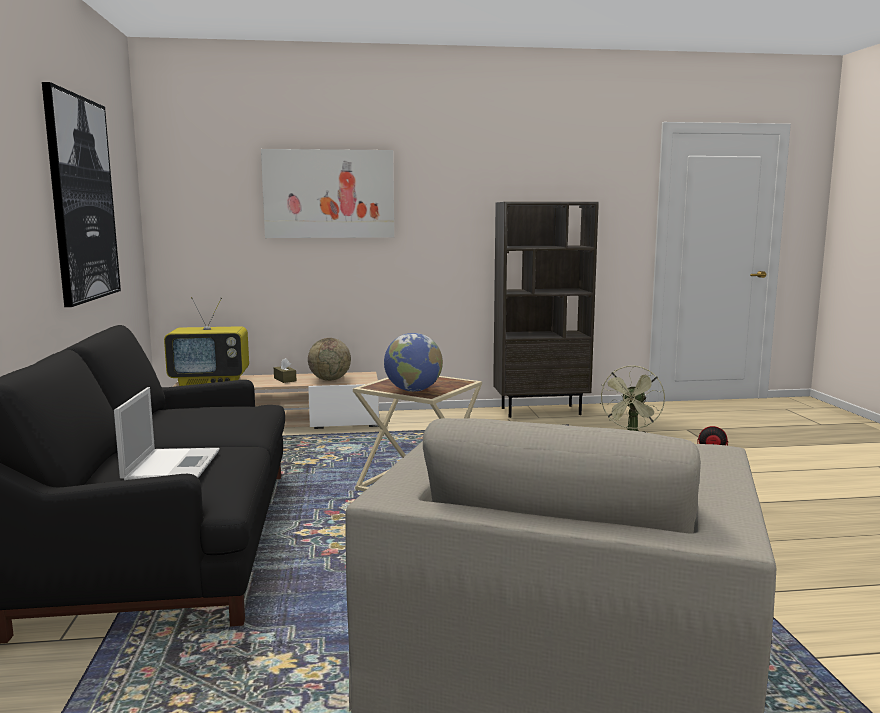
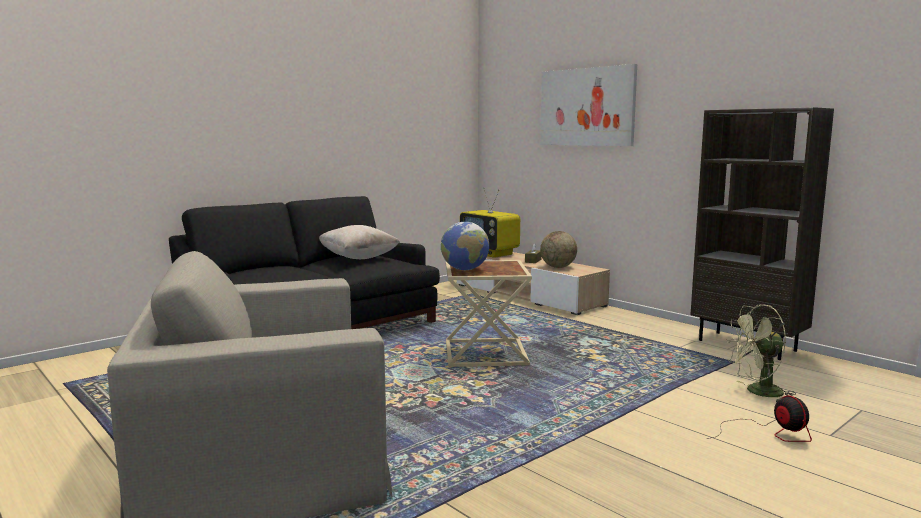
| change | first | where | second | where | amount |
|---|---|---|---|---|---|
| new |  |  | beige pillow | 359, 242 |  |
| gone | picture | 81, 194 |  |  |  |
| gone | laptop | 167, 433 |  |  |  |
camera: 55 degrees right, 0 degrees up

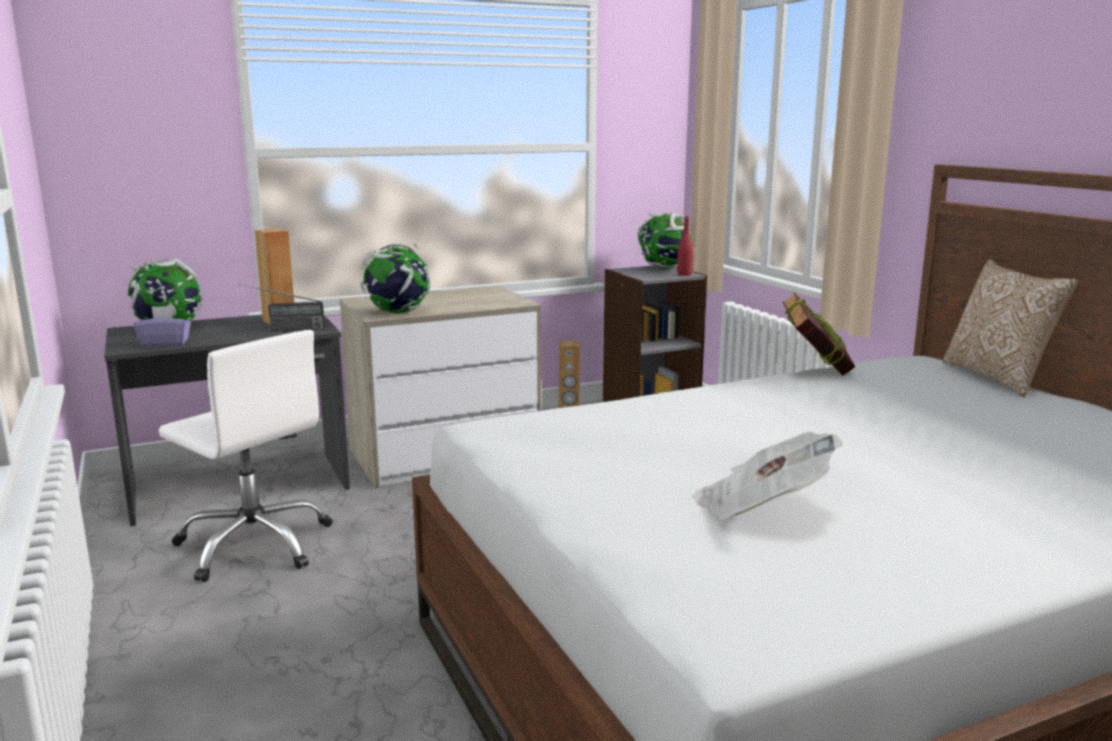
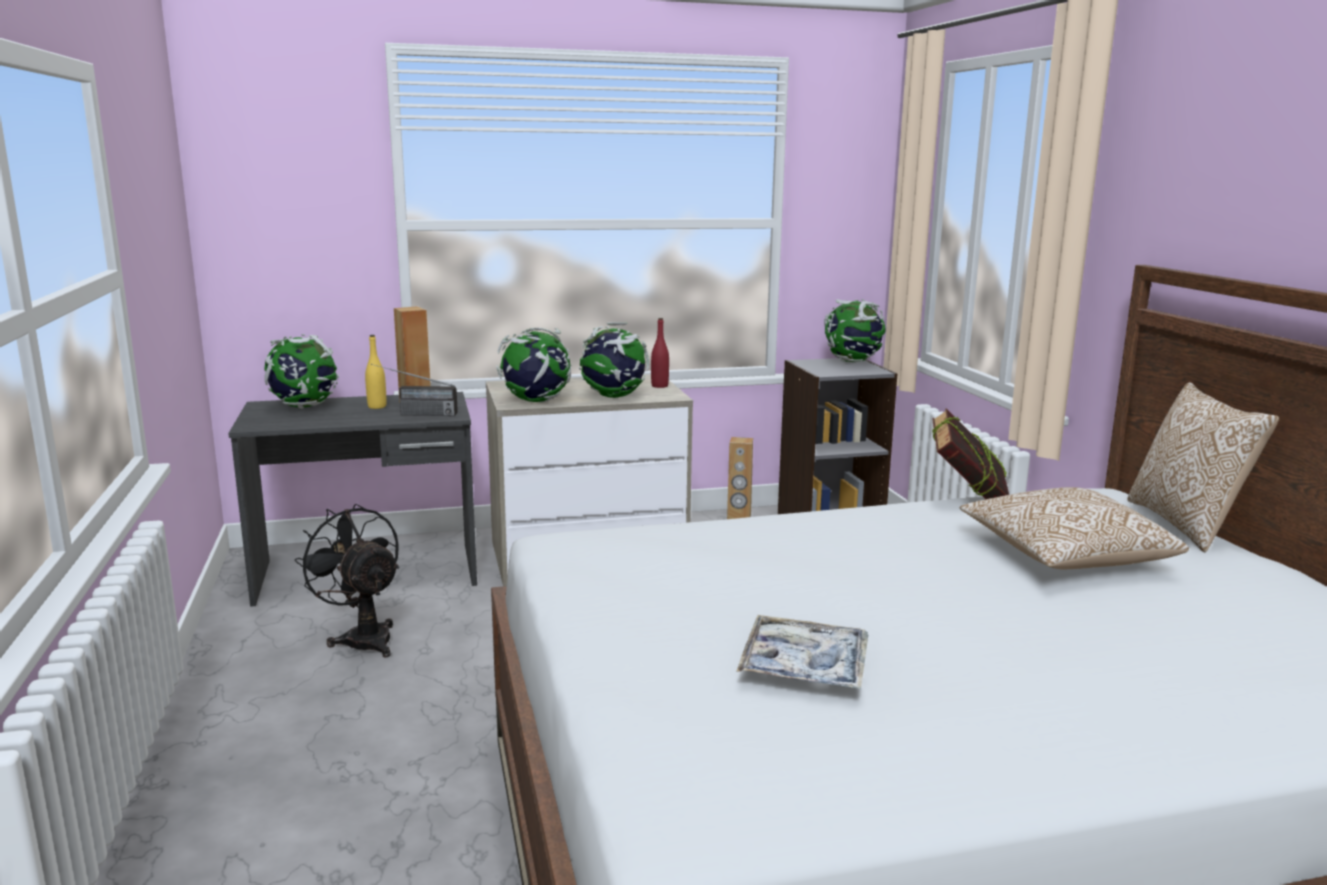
| change | first | where | second | where | amount |
|---|---|---|---|---|---|
| swapped | white office chair | 246, 456 | black fan | 346, 580 |  |
| new |  |  | yellow bottle | 376, 372 |  |
| new |  |  | globe | 613, 360 |  |
| shifted | red bottle | 685, 246 |  | 660, 353 |  |
| swapped | newspaper | 767, 476 | tray | 802, 652 |  |
| new |  |  | pillow | 1074, 528 |  |
| gone | purple tissue box | 162, 326 |  |  |  |
camera: 10 degrees right, 0 degrees up

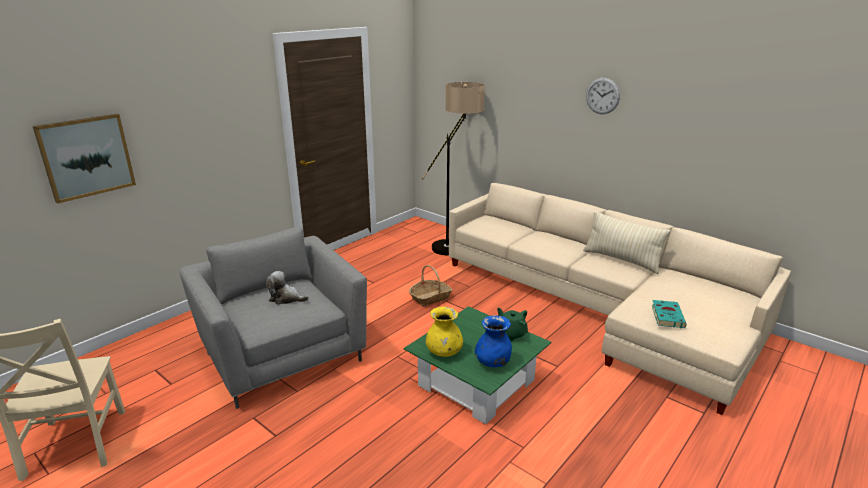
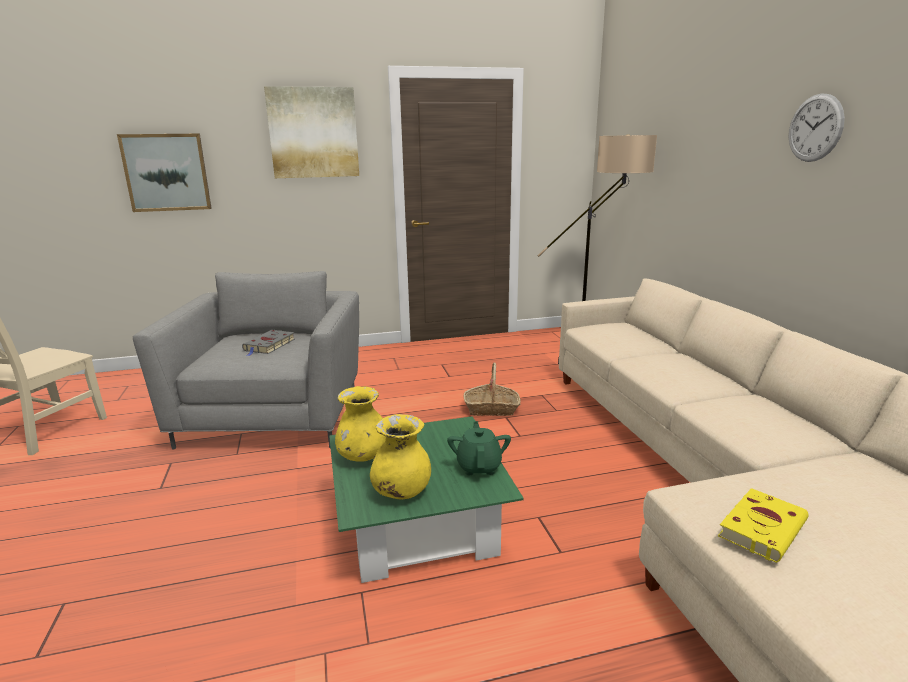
| change | first | where | second | where | amount |
|---|---|---|---|---|---|
| swapped | plush toy | 287, 288 | grey book | 268, 343 |  |
| new |  |  | picture | 311, 132 |  |
| repainted | blue vase | 493, 341 | yellow vase | 400, 456 |  |
| repainted | turquoise book | 669, 314 | yellow book | 763, 525 |  |
| gone | beige pillow | 627, 242 |  |  |  |
camera: 35 degrees right, 5 degrees down

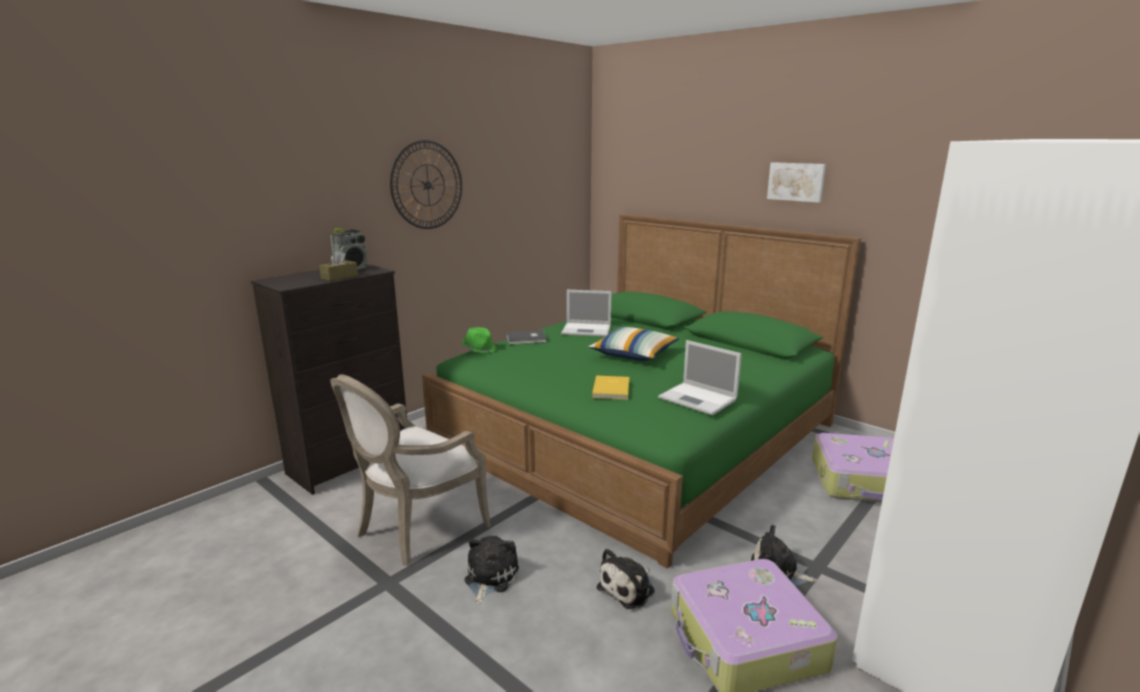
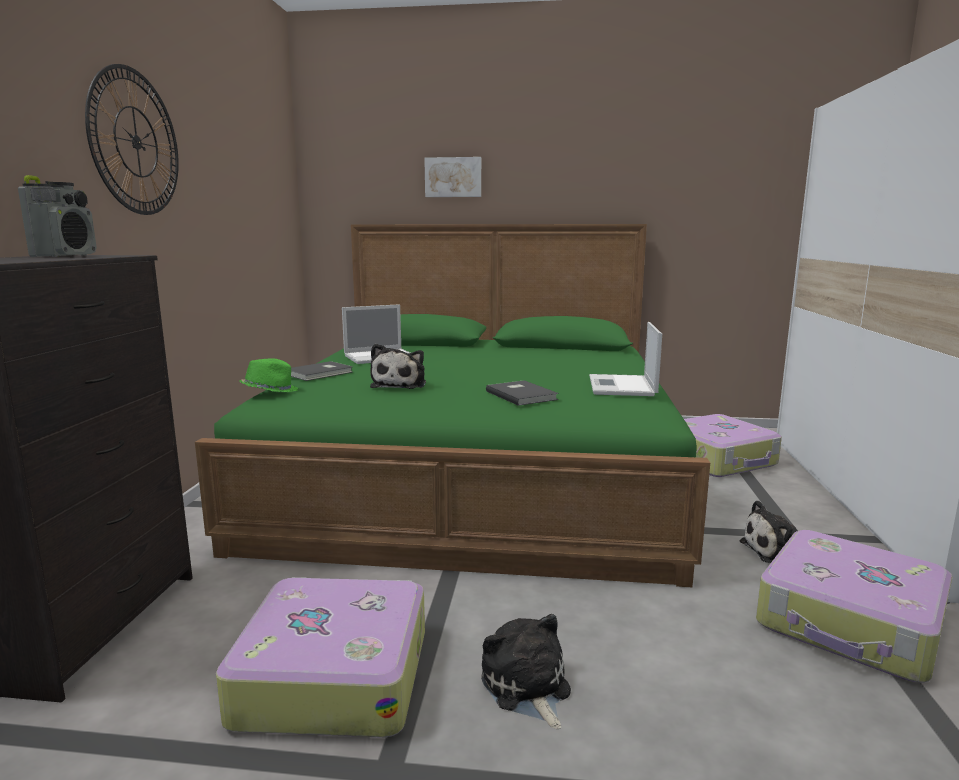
| change | first | where | second | where | amount |
|---|---|---|---|---|---|
| swapped | armchair | 410, 470 | suitcase | 320, 657 |  |
| shifted | plush toy | 626, 579 |  | 398, 366 |  |
| shifted | picture | 796, 182 |  | 452, 177 |  |
| repainted | yellow book | 610, 387 | grey book | 522, 393 |  |
| rotated | laptop | 700, 377 |  | 625, 359 | 90 degrees clockwise |
| gone | brown tissue box | 338, 265 |  |  |  |
| gone | pillow | 634, 344 |  |  |  |
camera: 35 degrees left, 5 degrees down

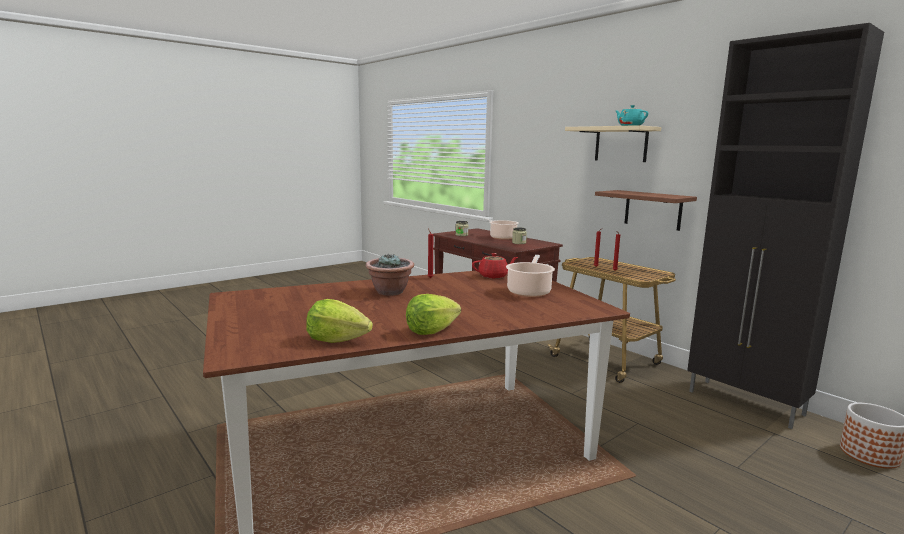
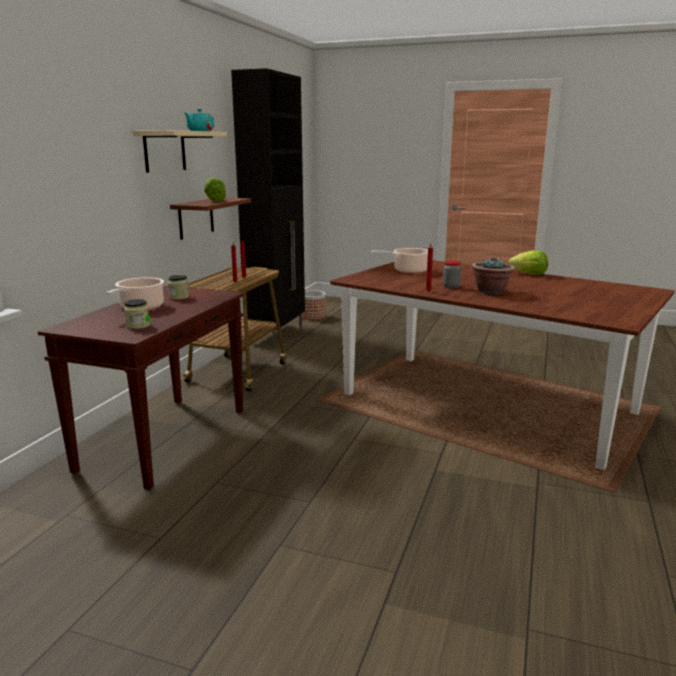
| change | first | where | second | where | amount |
|---|---|---|---|---|---|
| shifted | lettuce | 339, 321 |  | 215, 189 |  |
| new |  |  | jar | 452, 274 |  |
| gone | red teapot | 495, 266 |  |  |  |
camera: 120 degrees left, 5 degrees up

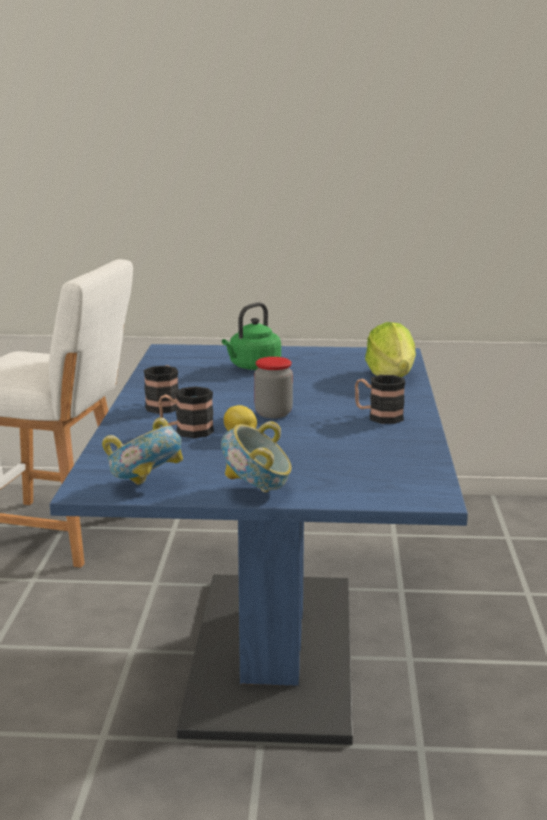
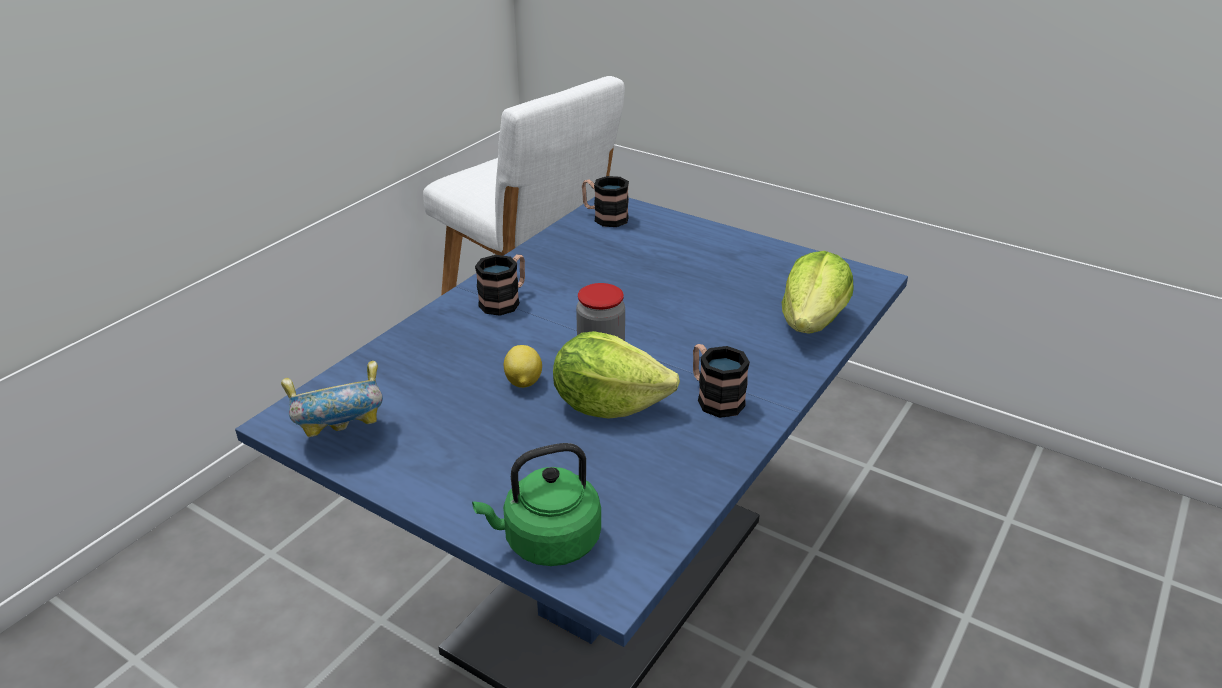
| change | first | where | second | where | amount |
|---|---|---|---|---|---|
| shifted | green kettle | 251, 336 |  | 536, 504 |  |
| new |  |  | lettuce | 616, 375 |  |
| shifted | mug | 186, 412 |  | 605, 201 |  |
| gone | bowl | 256, 457 |  |  |  |
camera: 30 degrees right, 15 degrees up

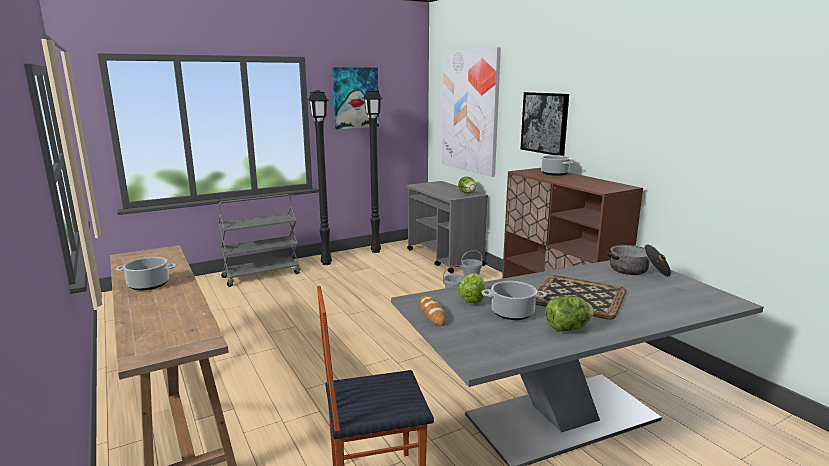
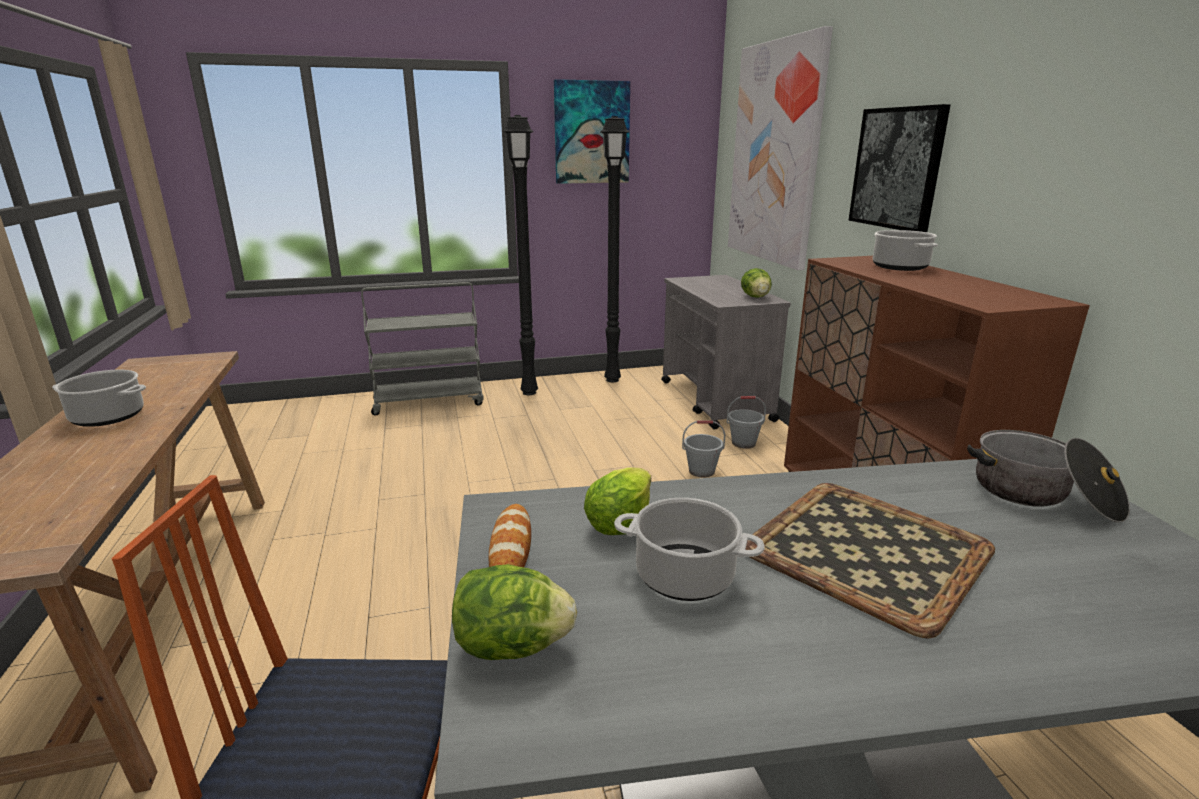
| change | first | where | second | where | amount |
|---|---|---|---|---|---|
| shifted | lettuce | 570, 313 |  | 514, 612 |  |
camera: 15 degrees right, 5 degrees up

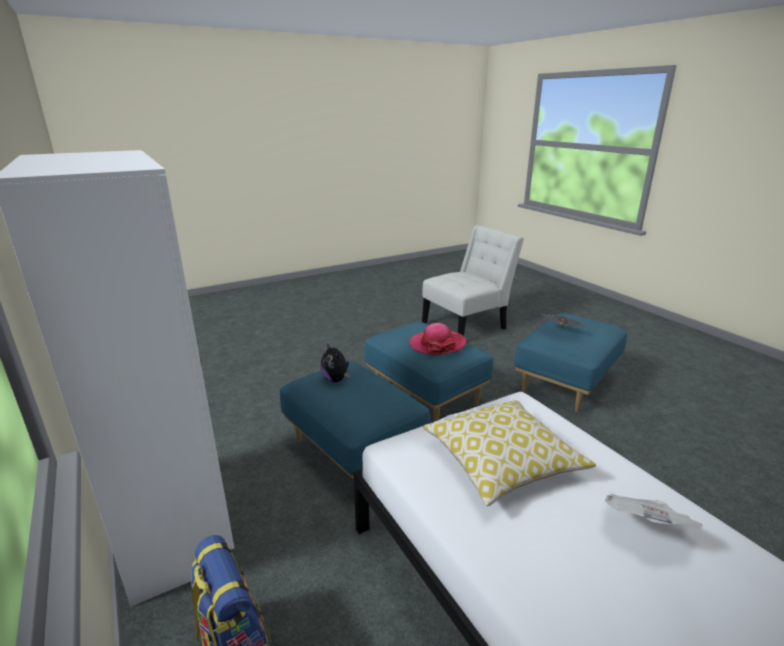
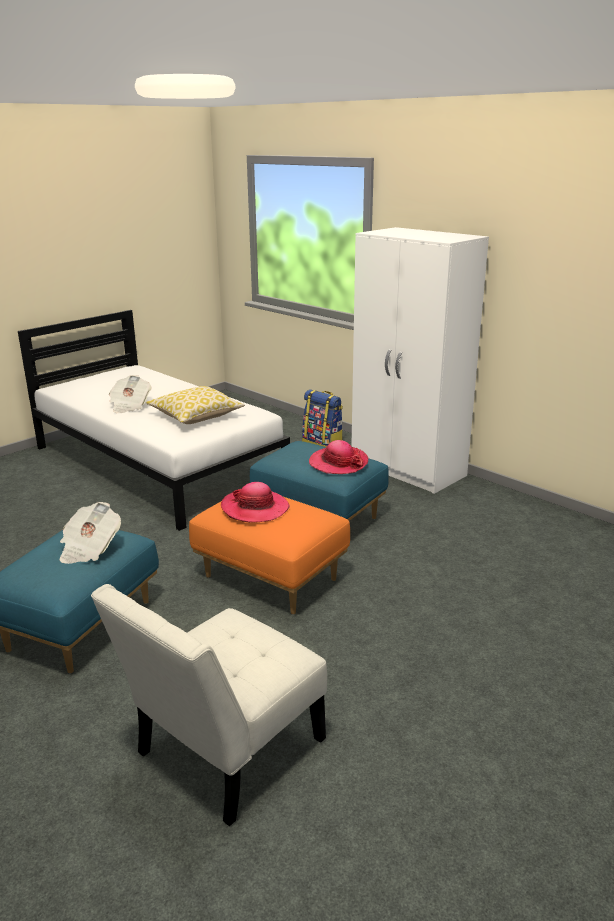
| change | first | where | second | where | amount |
|---|---|---|---|---|---|
| repainted | blue ottoman | 428, 372 | orange ottoman | 269, 556 |  |
| swapped | plush toy | 335, 362 | hat | 338, 457 |  |
camera: 165 degrees right, 0 degrees up

